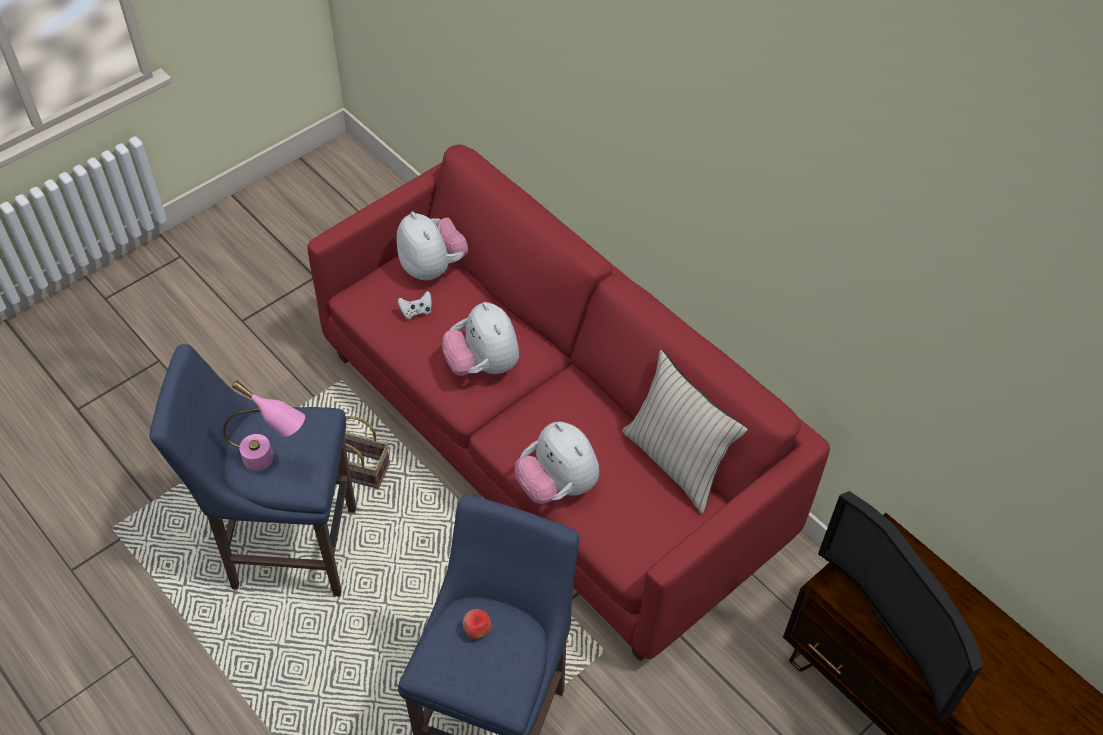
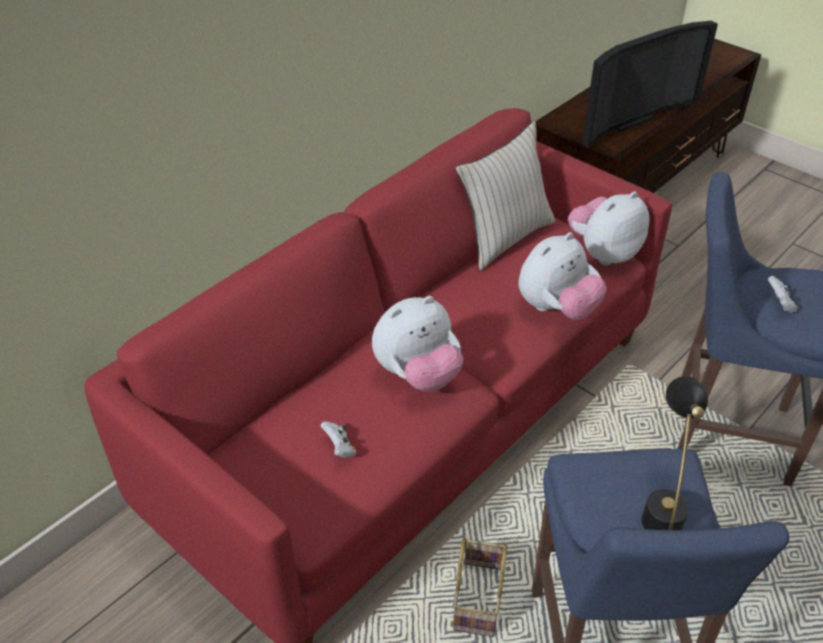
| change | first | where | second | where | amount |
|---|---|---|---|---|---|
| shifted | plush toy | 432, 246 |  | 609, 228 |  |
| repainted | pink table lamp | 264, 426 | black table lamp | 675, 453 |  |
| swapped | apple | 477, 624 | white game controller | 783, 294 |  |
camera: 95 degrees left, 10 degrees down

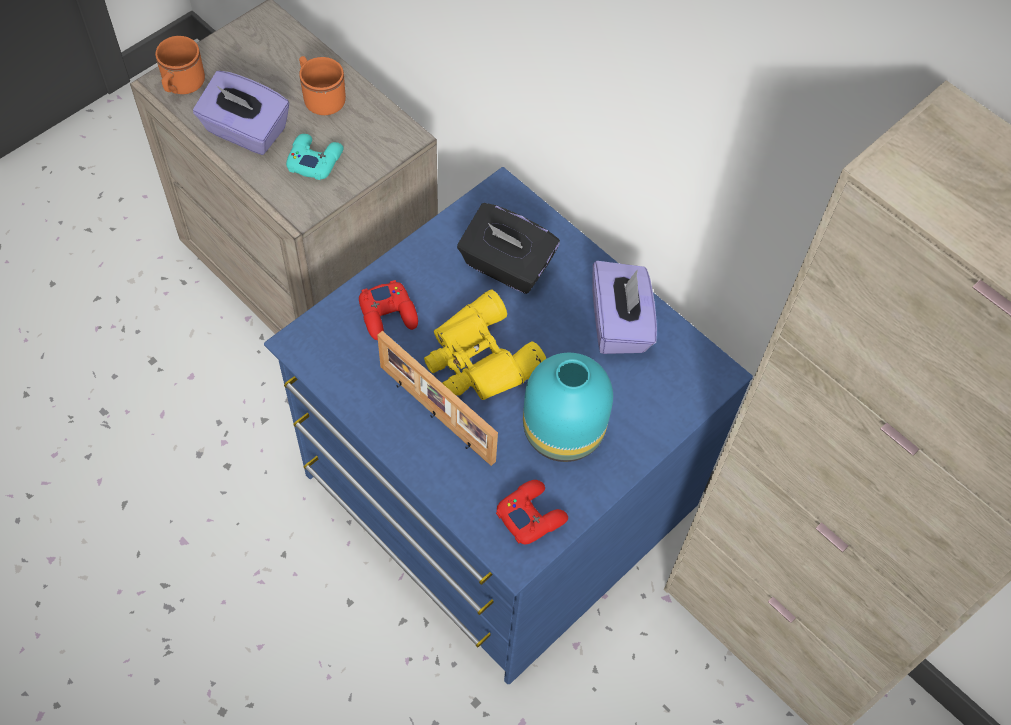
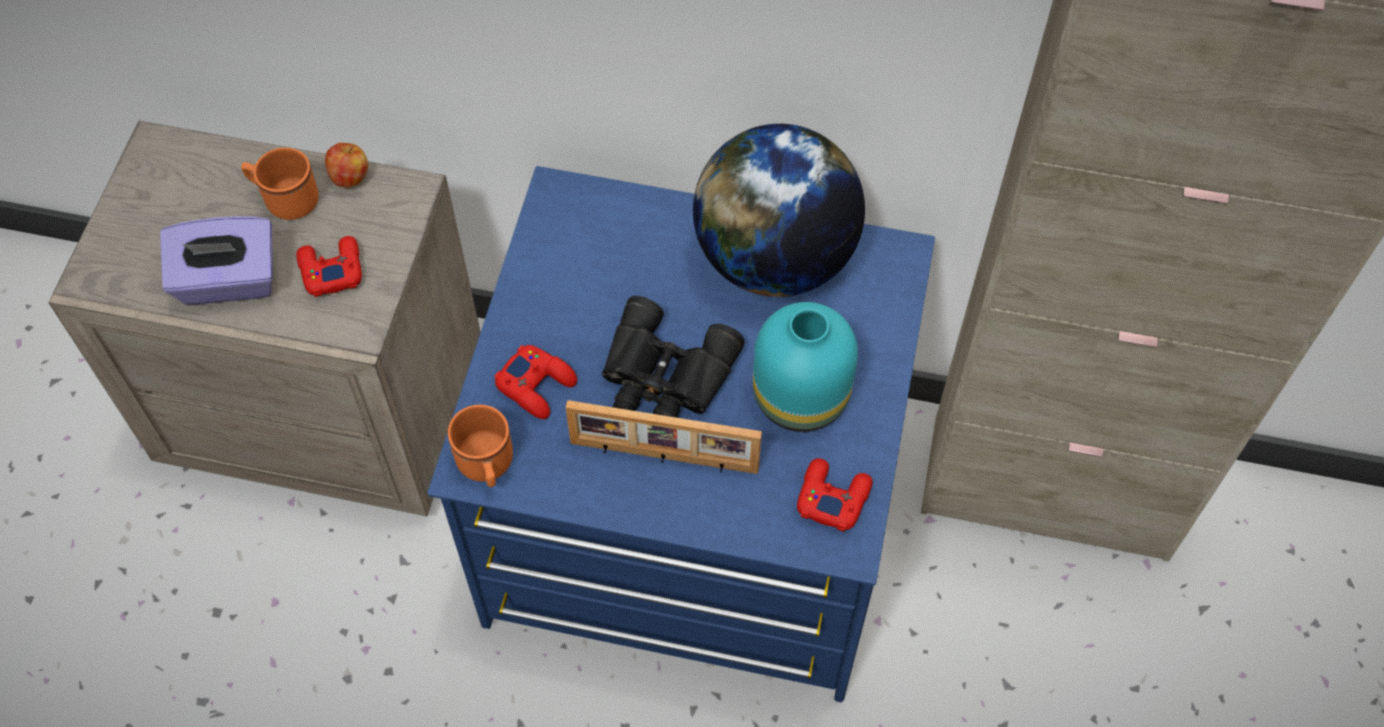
| change | first | where | second | where | amount |
|---|---|---|---|---|---|
| repainted | turquoise game controller | 314, 157 | red game controller | 329, 266 |  |
| new |  |  | apple | 346, 165 |  |
| shifted | orange mug | 180, 65 |  | 480, 446 |  |
| repainted | yellow binoculars | 485, 345 | black binoculars | 673, 357 |  |
| swapped | purple tissue box | 624, 307 | globe | 779, 210 |  |
| gone | black tissue box | 508, 248 |  |  |  |
camera: 30 degrees left, 0 degrees up

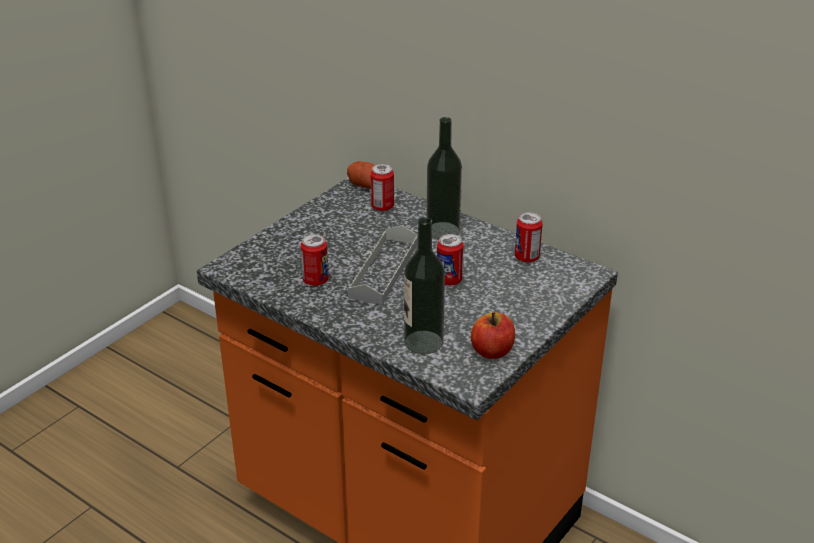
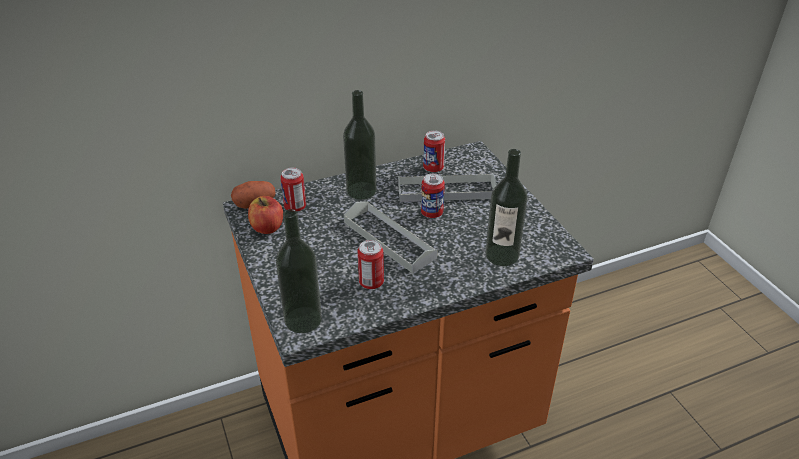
| change | first | where | second | where | amount |
|---|---|---|---|---|---|
| shifted | apple | 493, 335 |  | 265, 215 |  |
| new |  |  | bottle | 299, 271 |  |
| new |  |  | grey tray | 447, 187 |  |
camera: 60 degrees left, 5 degrees up

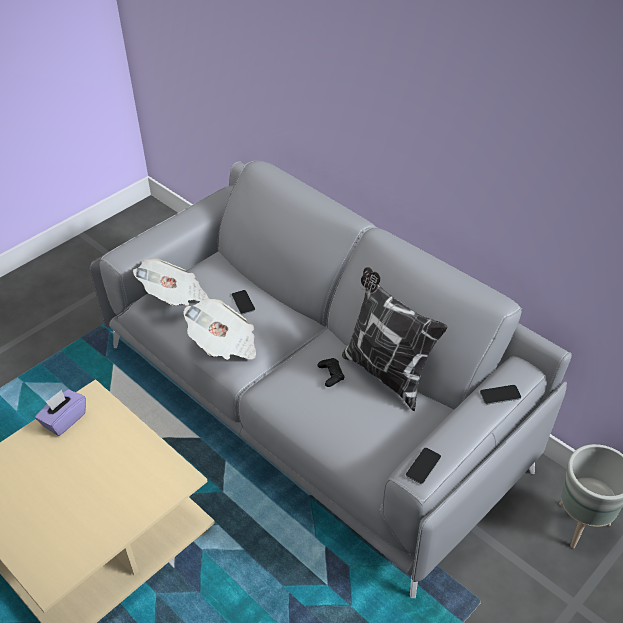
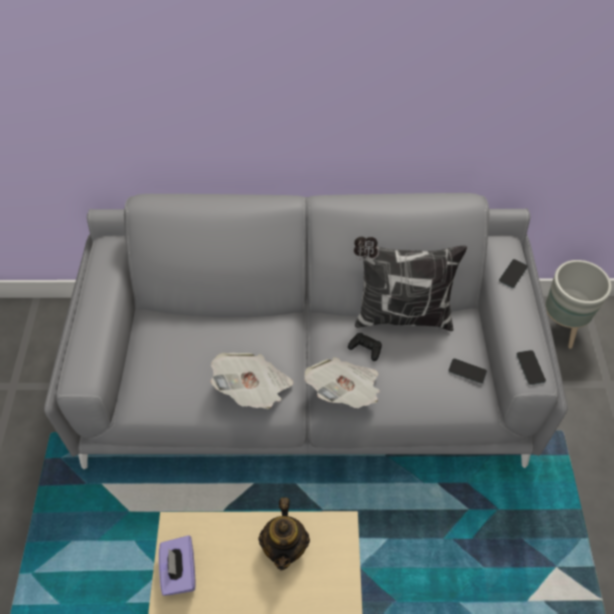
| change | first | where | second | where | amount |
|---|---|---|---|---|---|
| new |  |  | teapot | 284, 533 |  |
| shifted | newspaper | 171, 282 |  | 342, 382 |  |
| shifted | phone | 243, 302 |  | 467, 371 |  |
camera: 45 degrees left, 10 degrees up

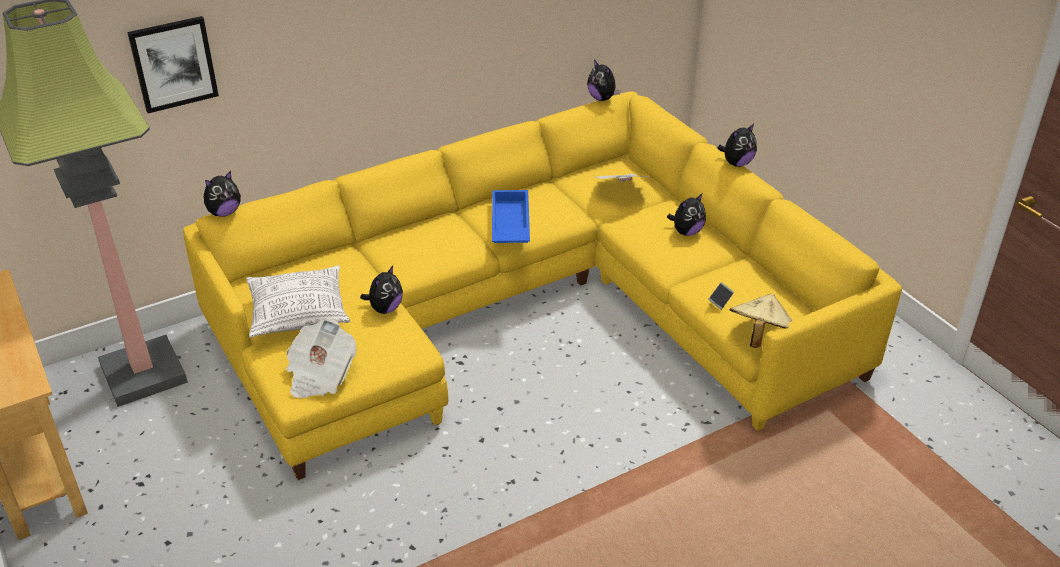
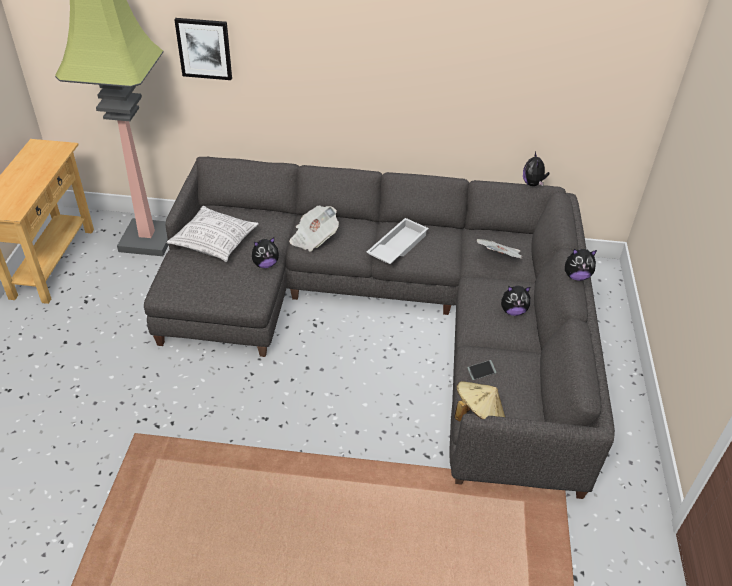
| change | first | where | second | where | amount |
|---|---|---|---|---|---|
| repainted | yellow sofa | 542, 285 | grey sofa | 379, 328 |  |
| shifted | newspaper | 321, 358 |  | 314, 228 |  |
| repainted | blue tray | 511, 216 | white tray | 397, 241 |  |
| gone | plush toy | 222, 194 |  |  |  |
camera: 35 degrees right, 5 degrees up

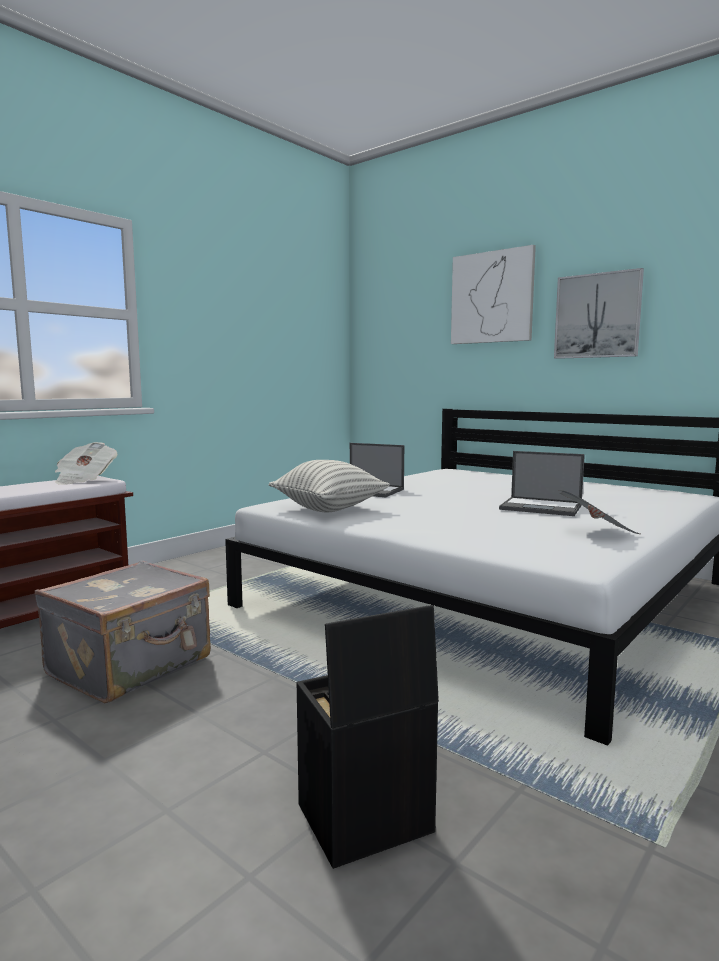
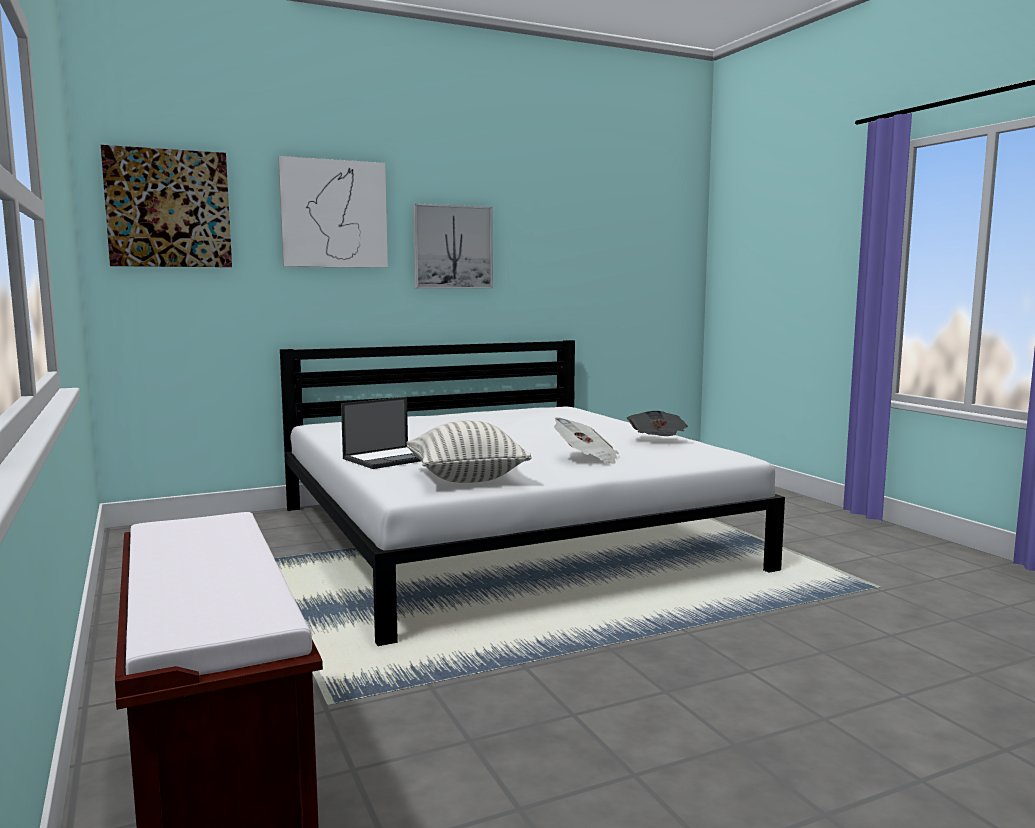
| change | first | where | second | where | amount |
|---|---|---|---|---|---|
| new |  |  | picture | 166, 206 |  |
| shifted | newspaper | 86, 463 |  | 586, 440 |  |
| gone | grey suitcase | 123, 631 |  |  |  |
| gone | black storage box | 368, 737 |  |  |  |
| gone | laptop | 542, 483 |  |  |  |
camera: 65 degrees left, 0 degrees up

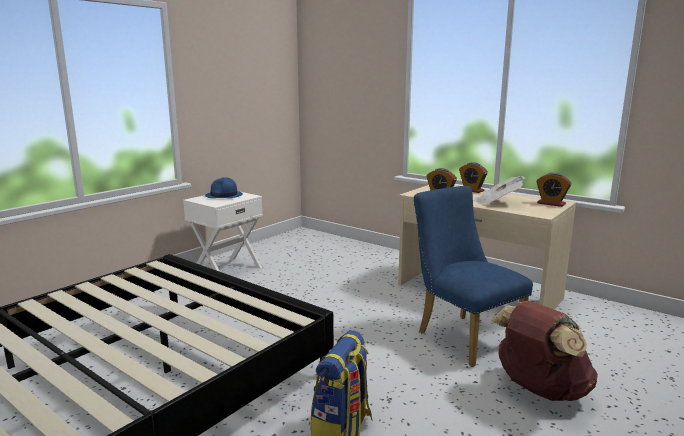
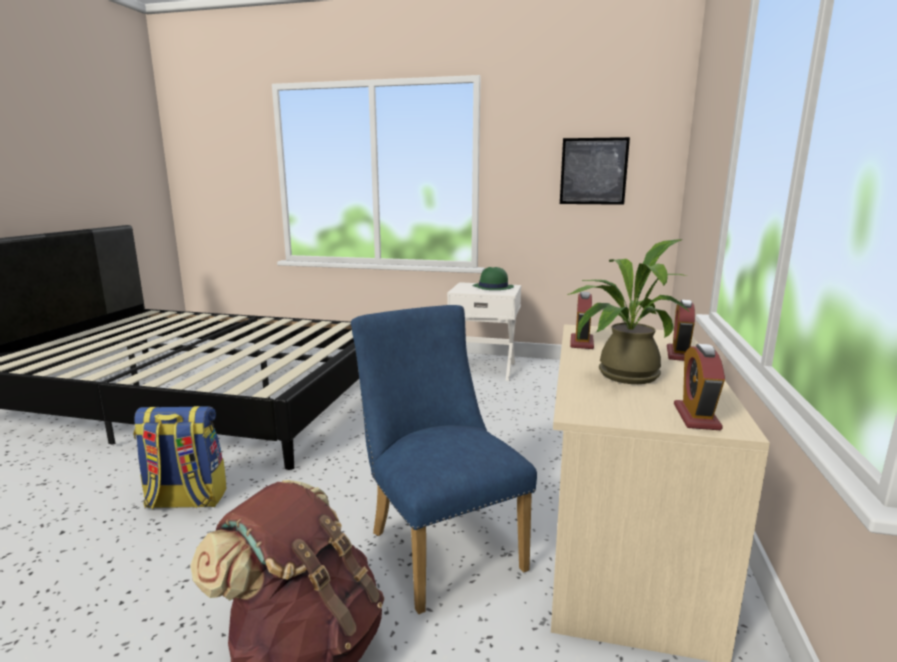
| change | first | where | second | where | amount |
|---|---|---|---|---|---|
| rotated | blue chair | 473, 276 |  | 444, 459 | 60 degrees counterclockwise |
| repainted | blue hat | 224, 187 | green hat | 493, 278 |  |
| new |  |  | picture | 595, 171 |  |
| swapped | newspaper | 499, 190 | potted plant | 628, 311 |  |
camera: 65 degrees right, 0 degrees up

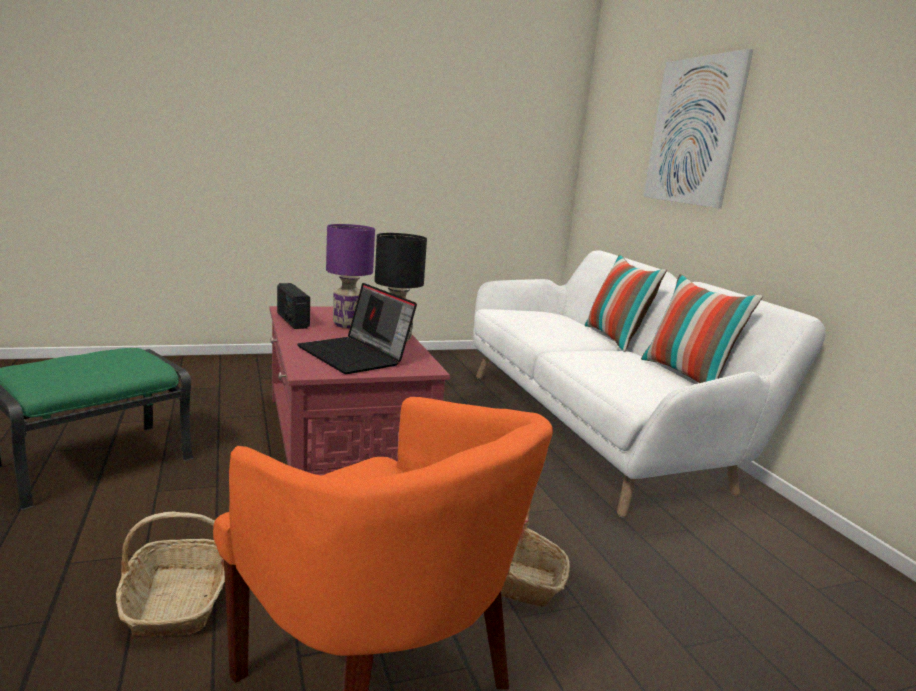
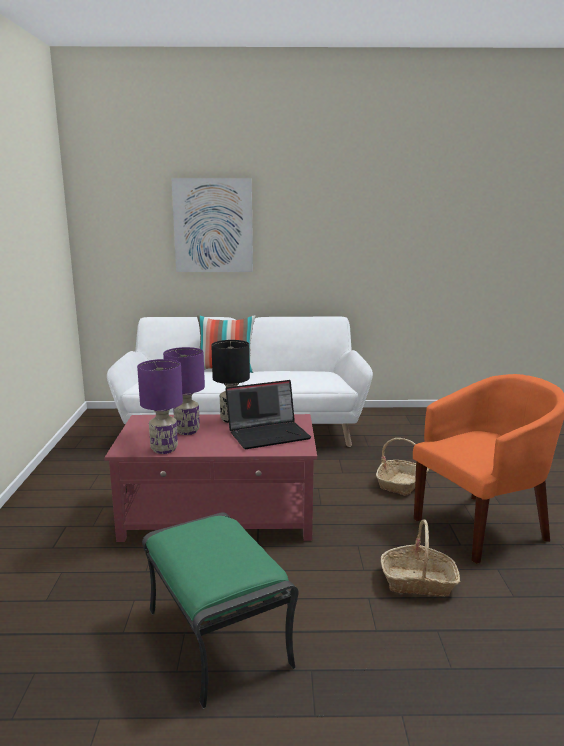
| change | first | where | second | where | amount |
|---|---|---|---|---|---|
| swapped | radio | 293, 306 | purple table lamp | 160, 406 |  |
| gone | pillow | 702, 328 |  |  |  |
camera: 70 degrees left, 0 degrees up

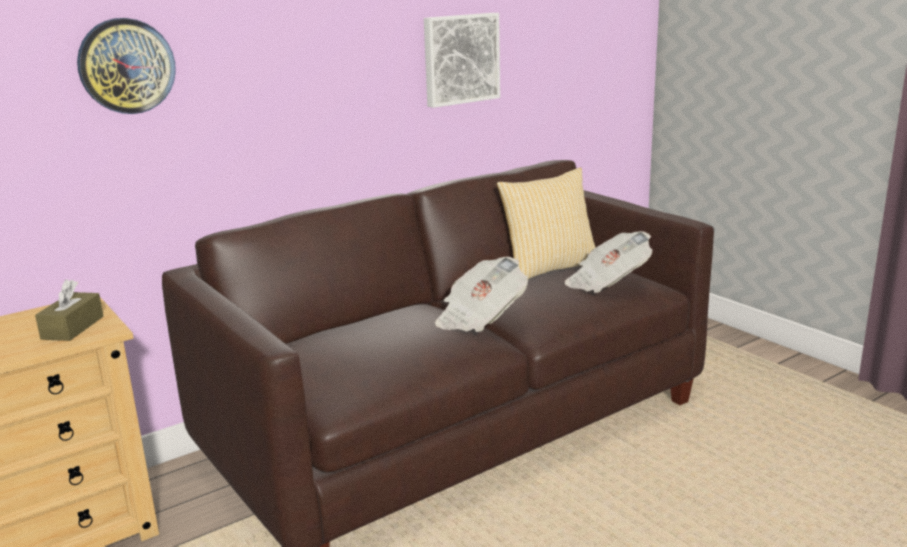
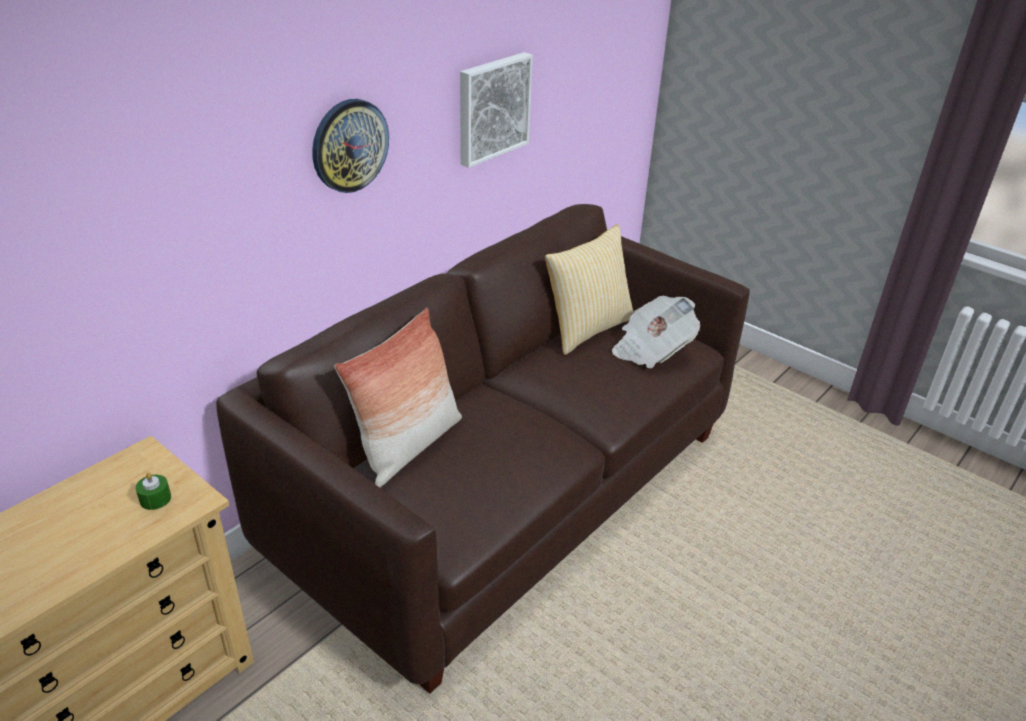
| change | first | where | second | where | amount |
|---|---|---|---|---|---|
| swapped | brown tissue box | 69, 310 | green candle | 153, 491 |  |
| shifted | wall clock | 126, 66 |  | 350, 146 |  |
| new |  |  | pillow | 398, 398 |  |
| gone | newspaper | 481, 294 |  |  |  |
camera: 15 degrees left, 15 degrees up

